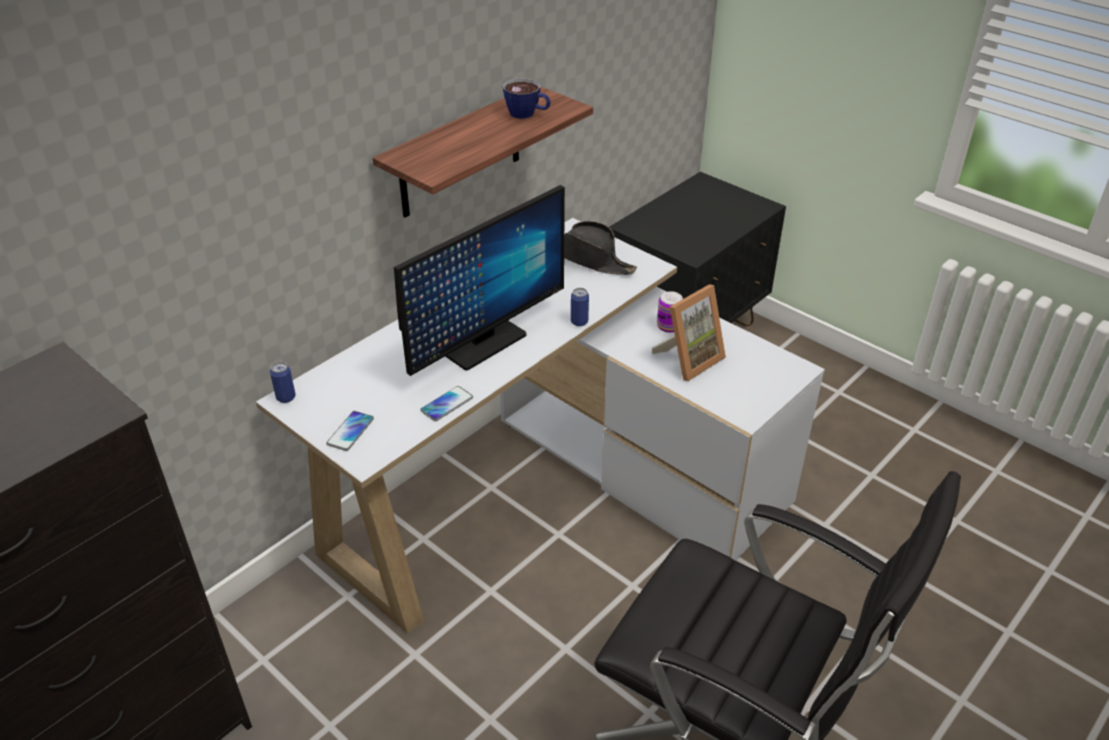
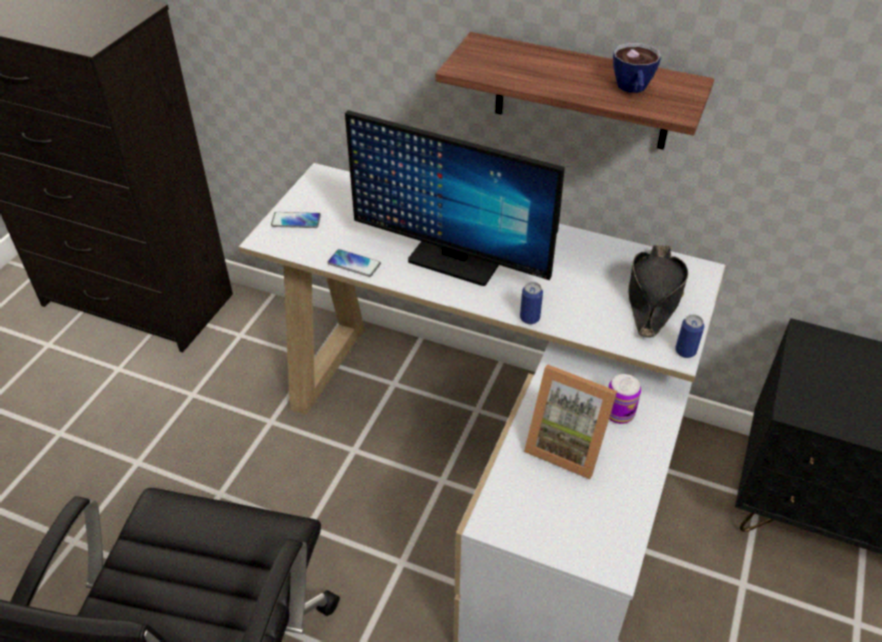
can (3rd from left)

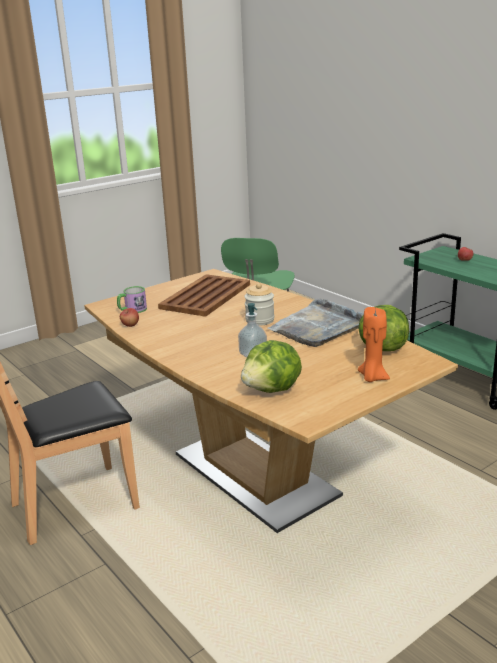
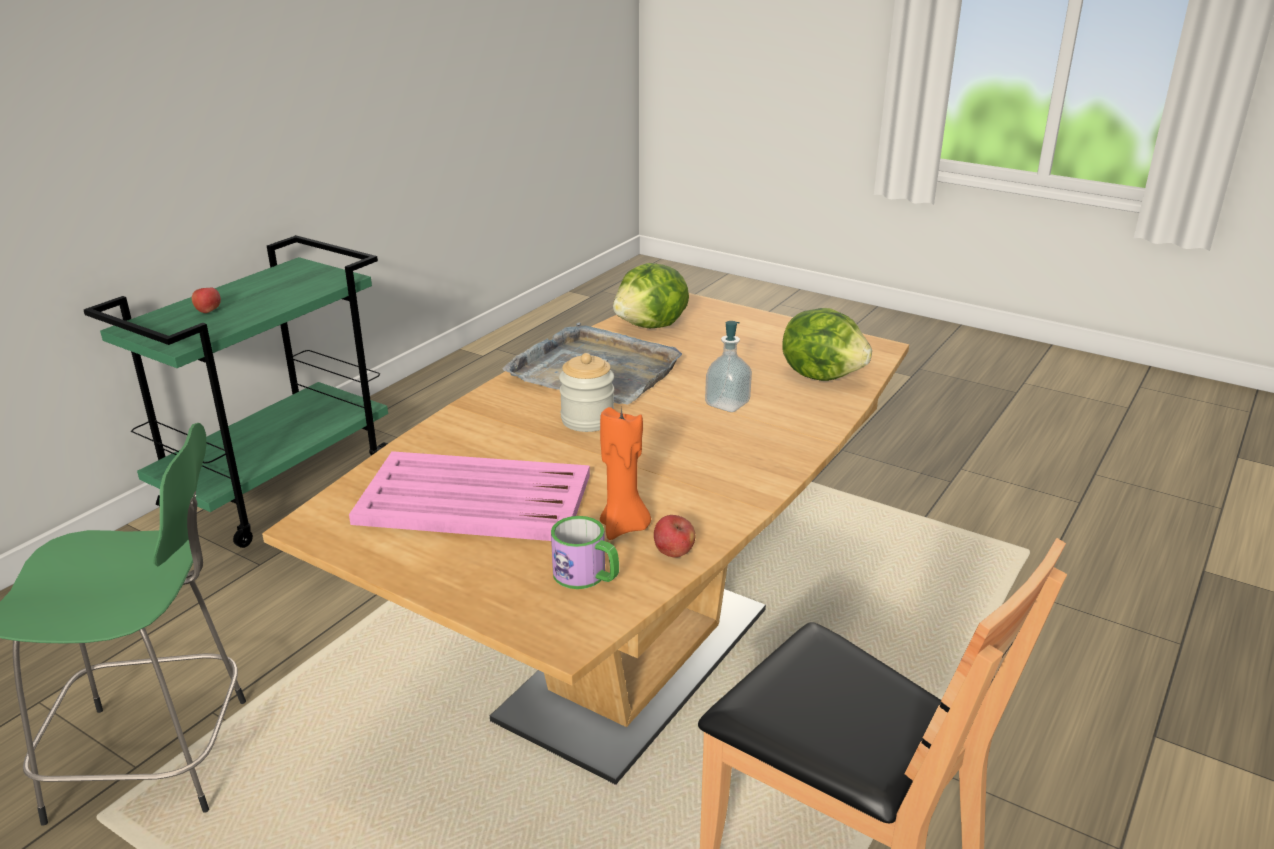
carrying tray/pink
wax candle/orangey

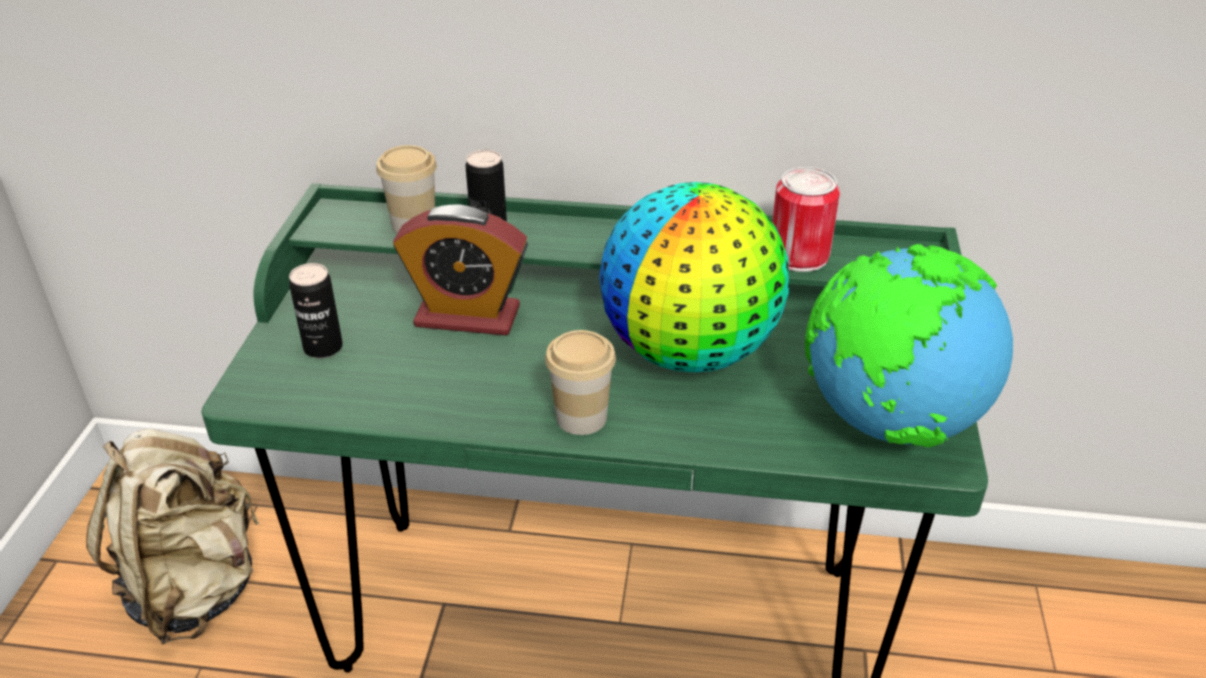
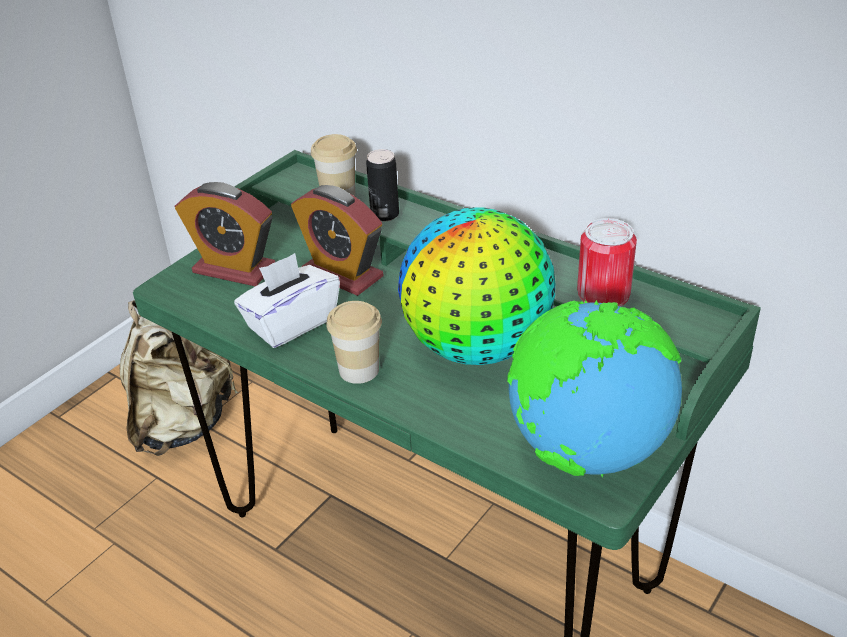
bedside clock (1st from left)
box of tissues/white

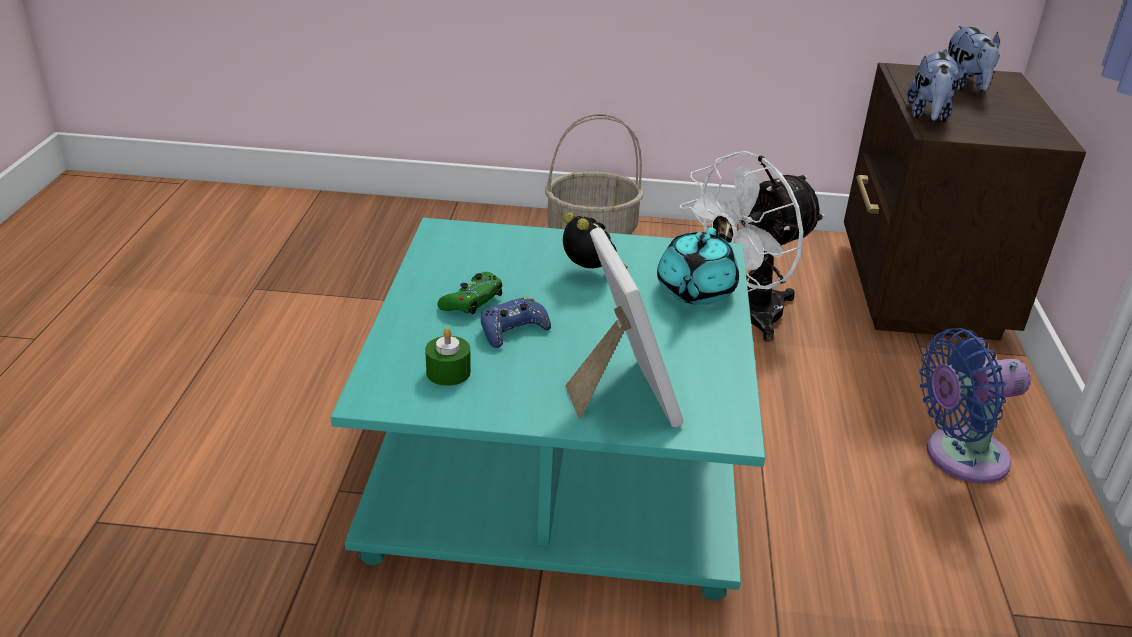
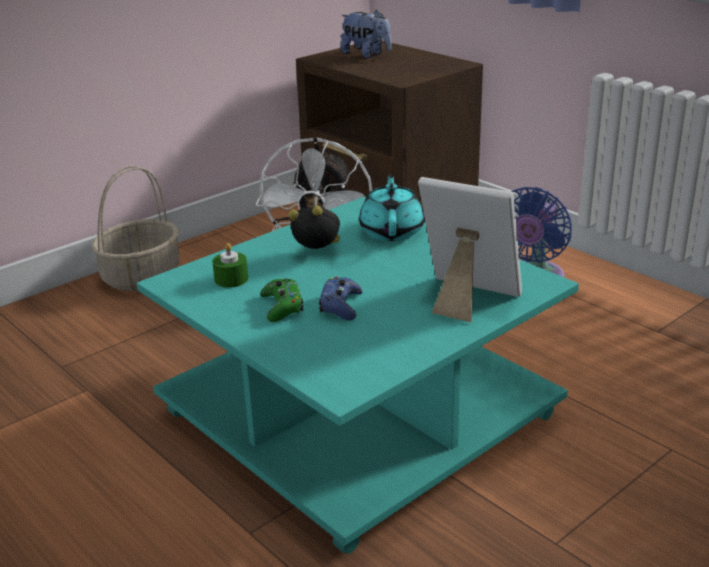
wax candle/green-coloured
tea pot/turquoise-coloured
cuddly toy (1st from left in the first image)

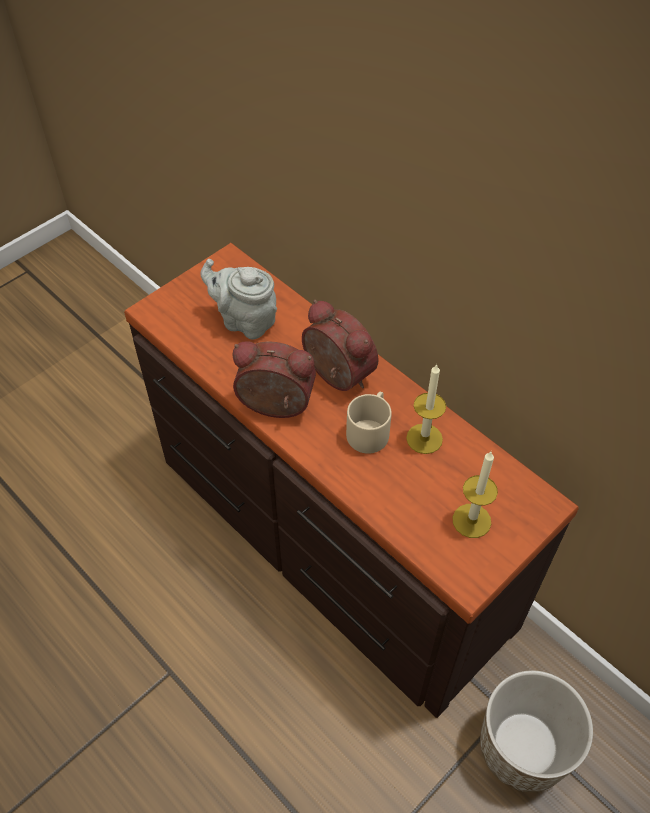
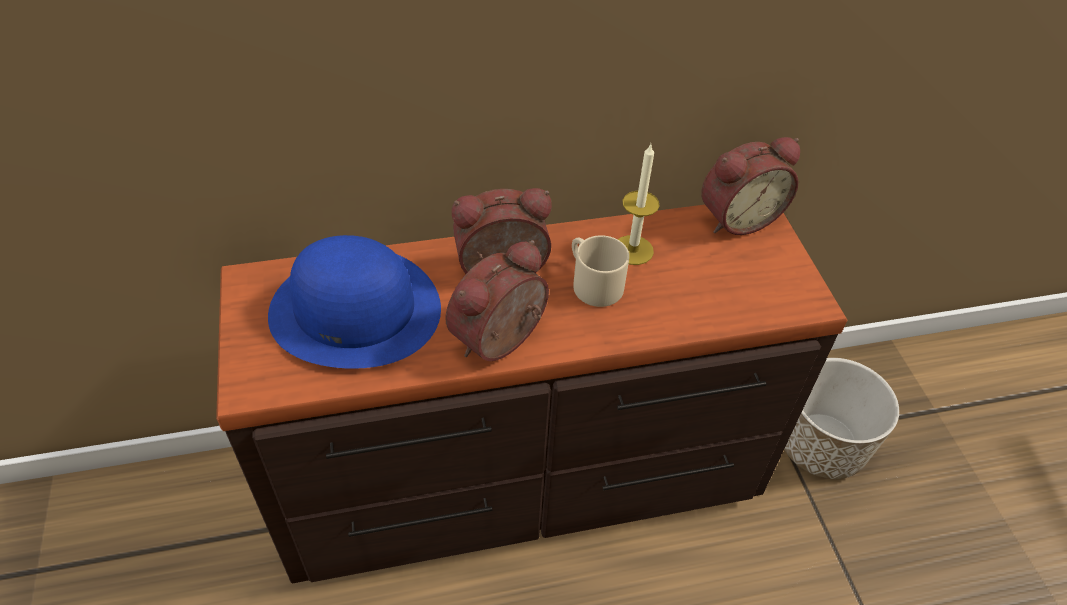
wearable hat/blue
wax candle (2nd from left in the first image)
bedside clock (3rd from left)

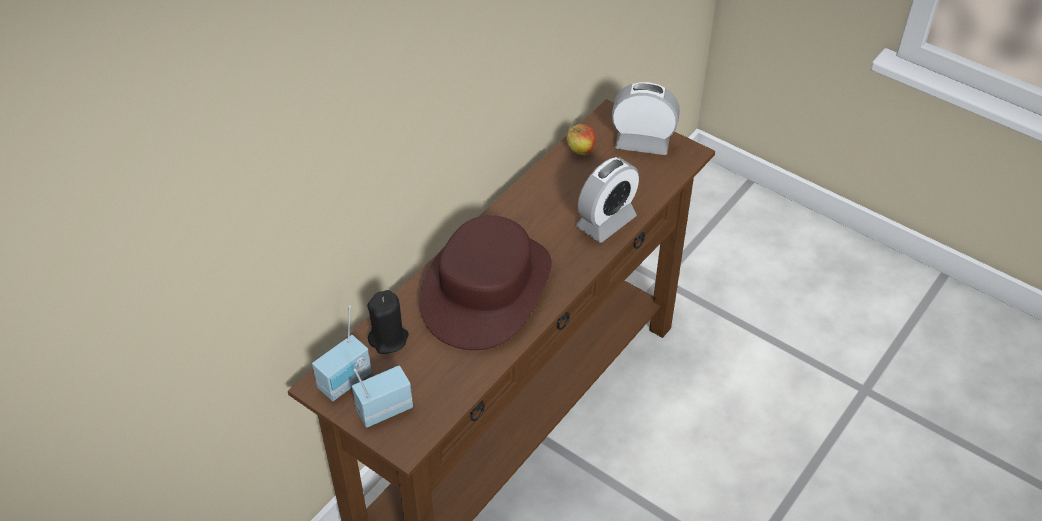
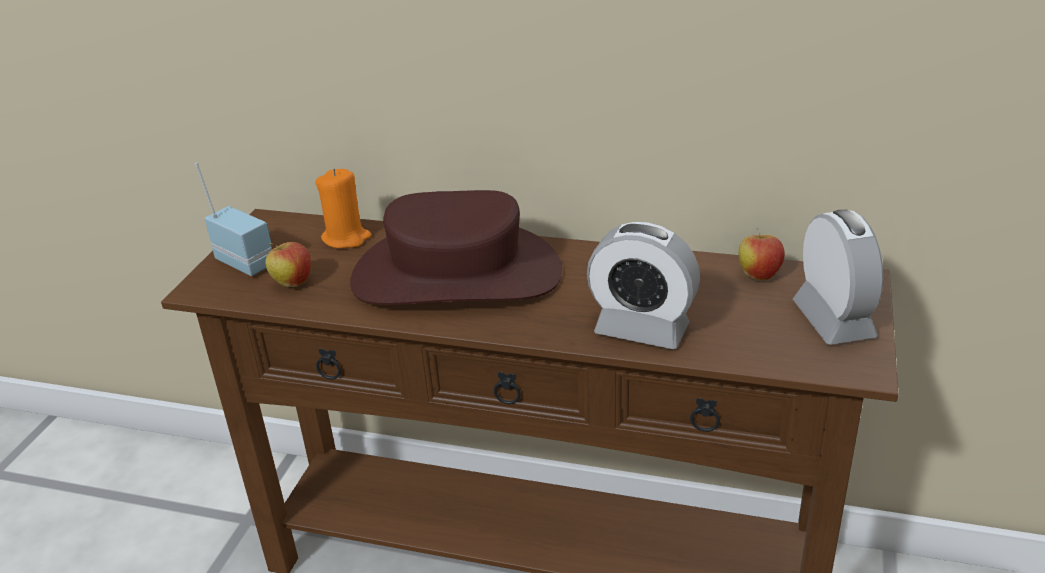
radio receiver (1st from left in the first image)
wax candle/orangey
whole apple (1st from left)

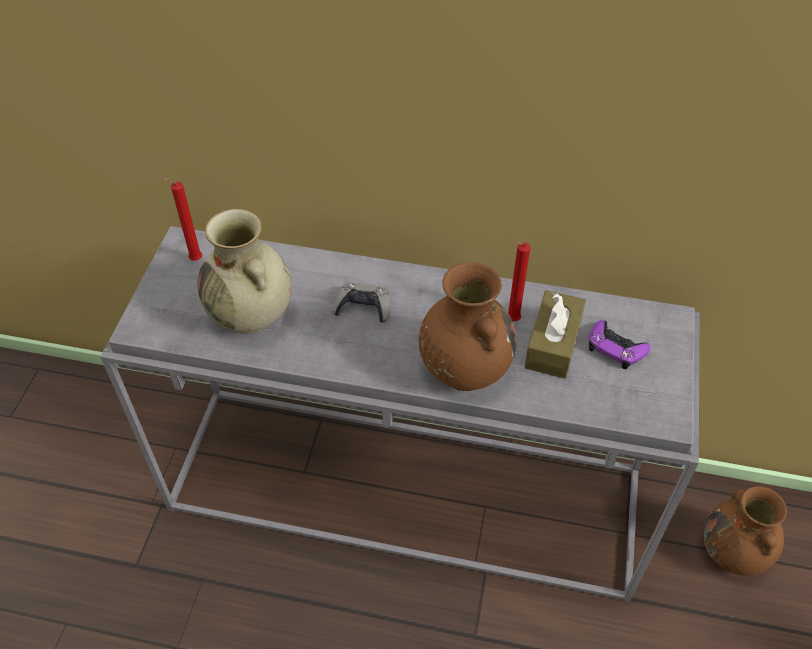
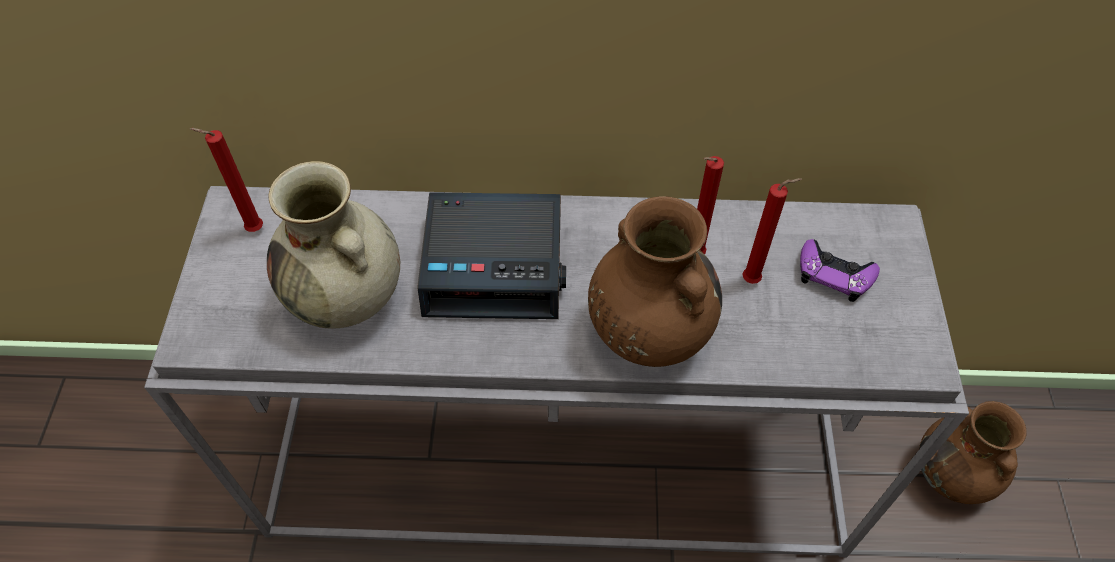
bedside clock
wax candle/red-coloured (3rd from left)

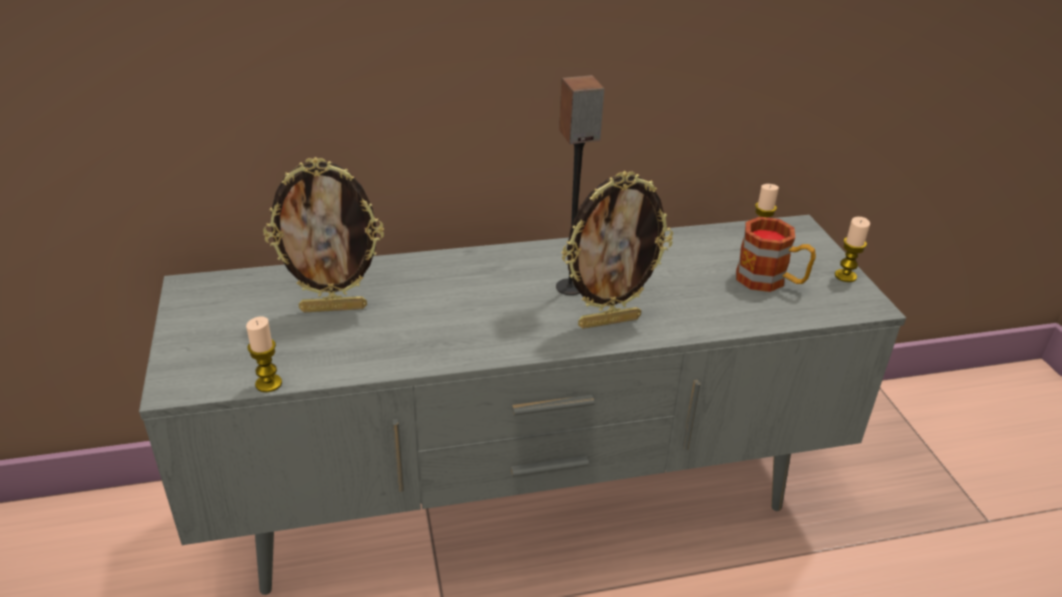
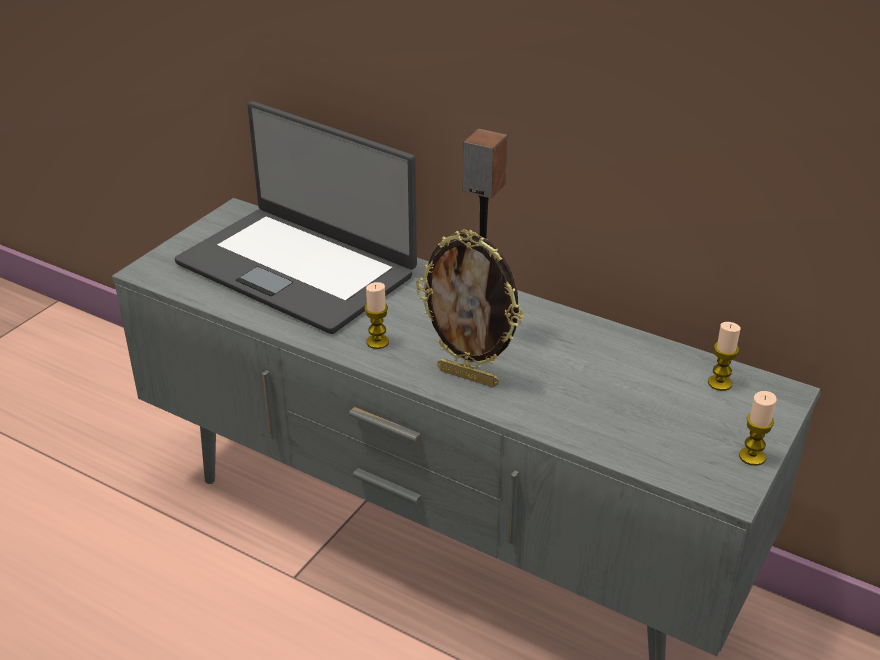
wax candle (1st from left)
notebook computer
tea mug

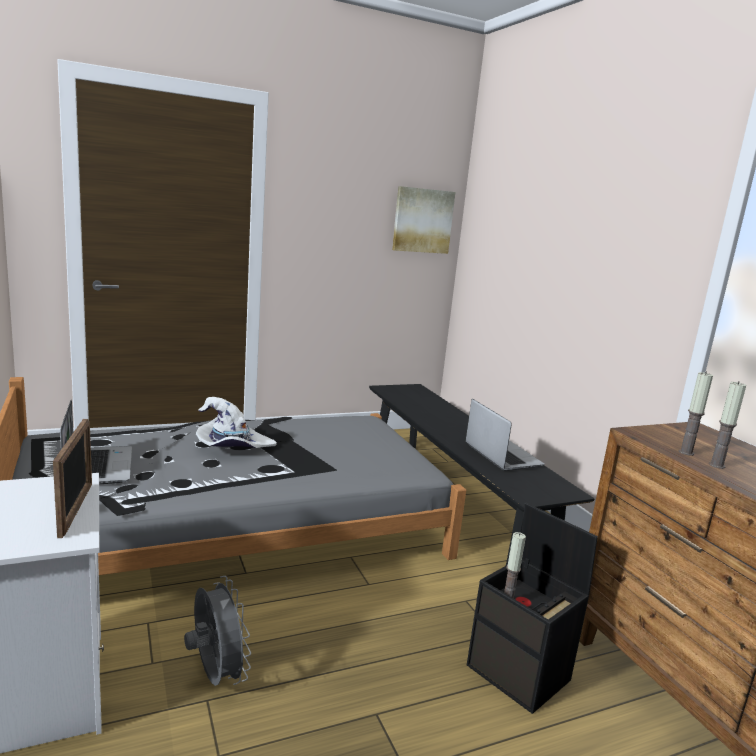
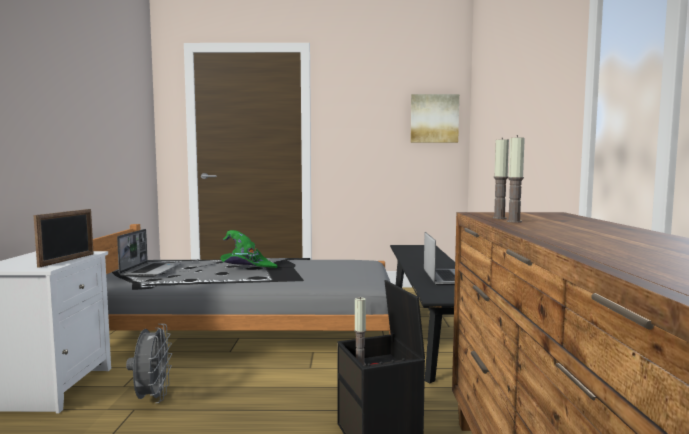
wearable hat/green-coloured

